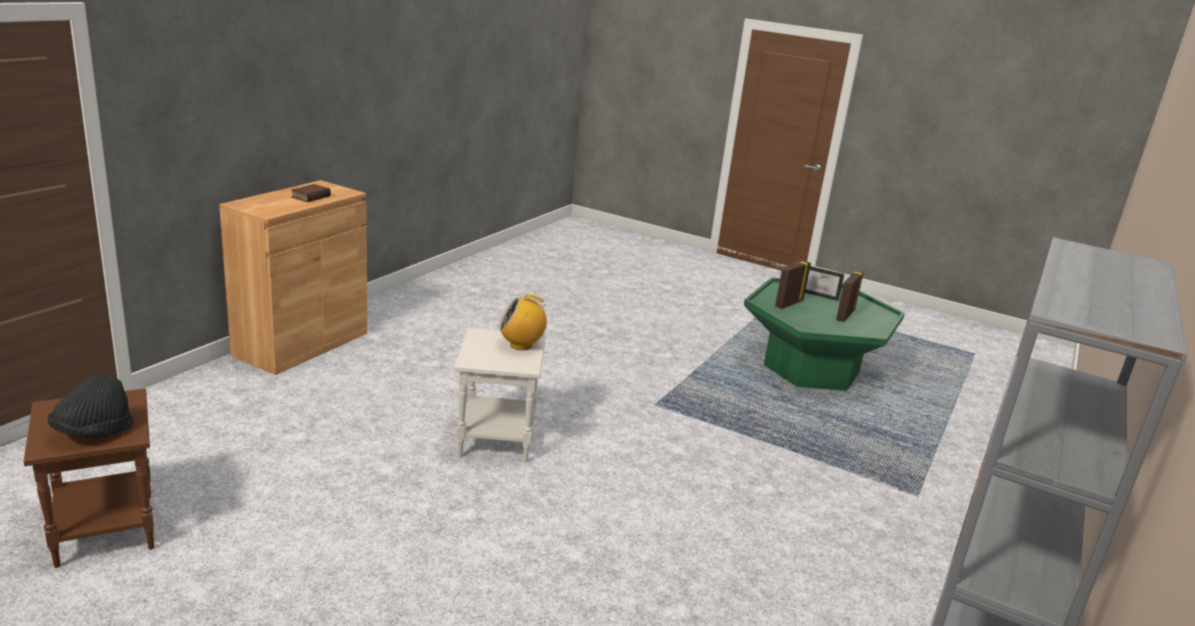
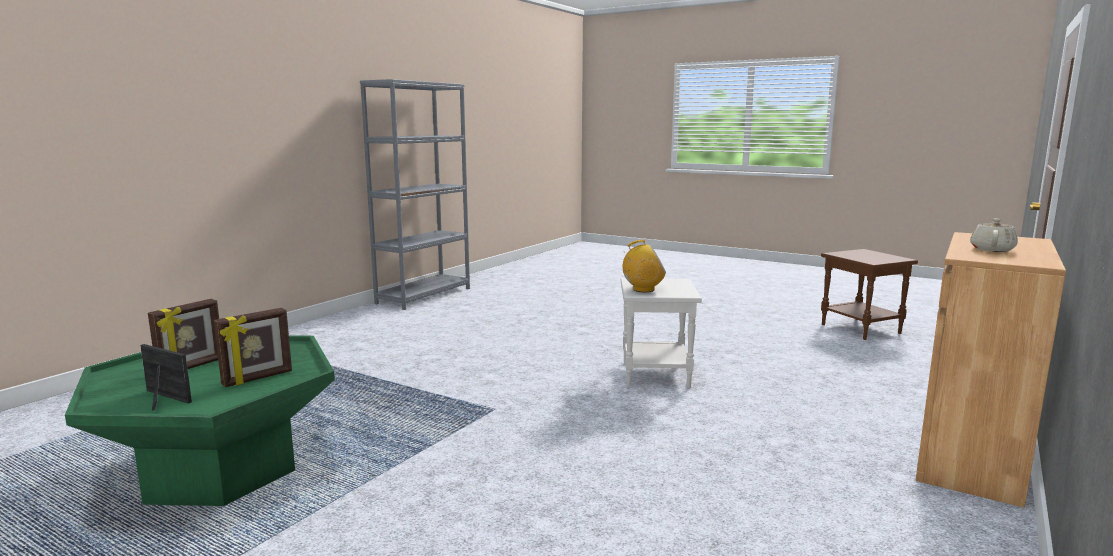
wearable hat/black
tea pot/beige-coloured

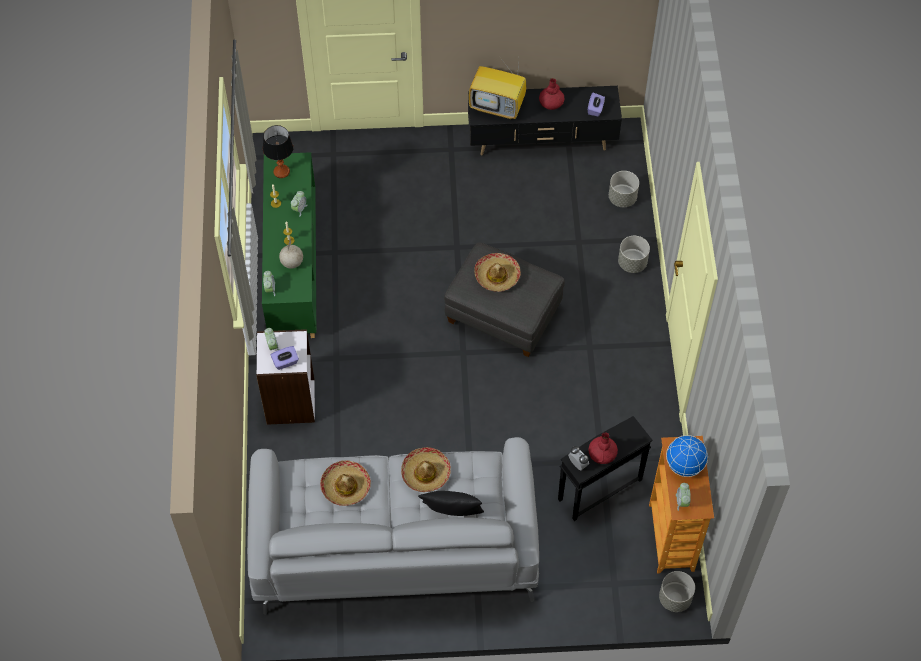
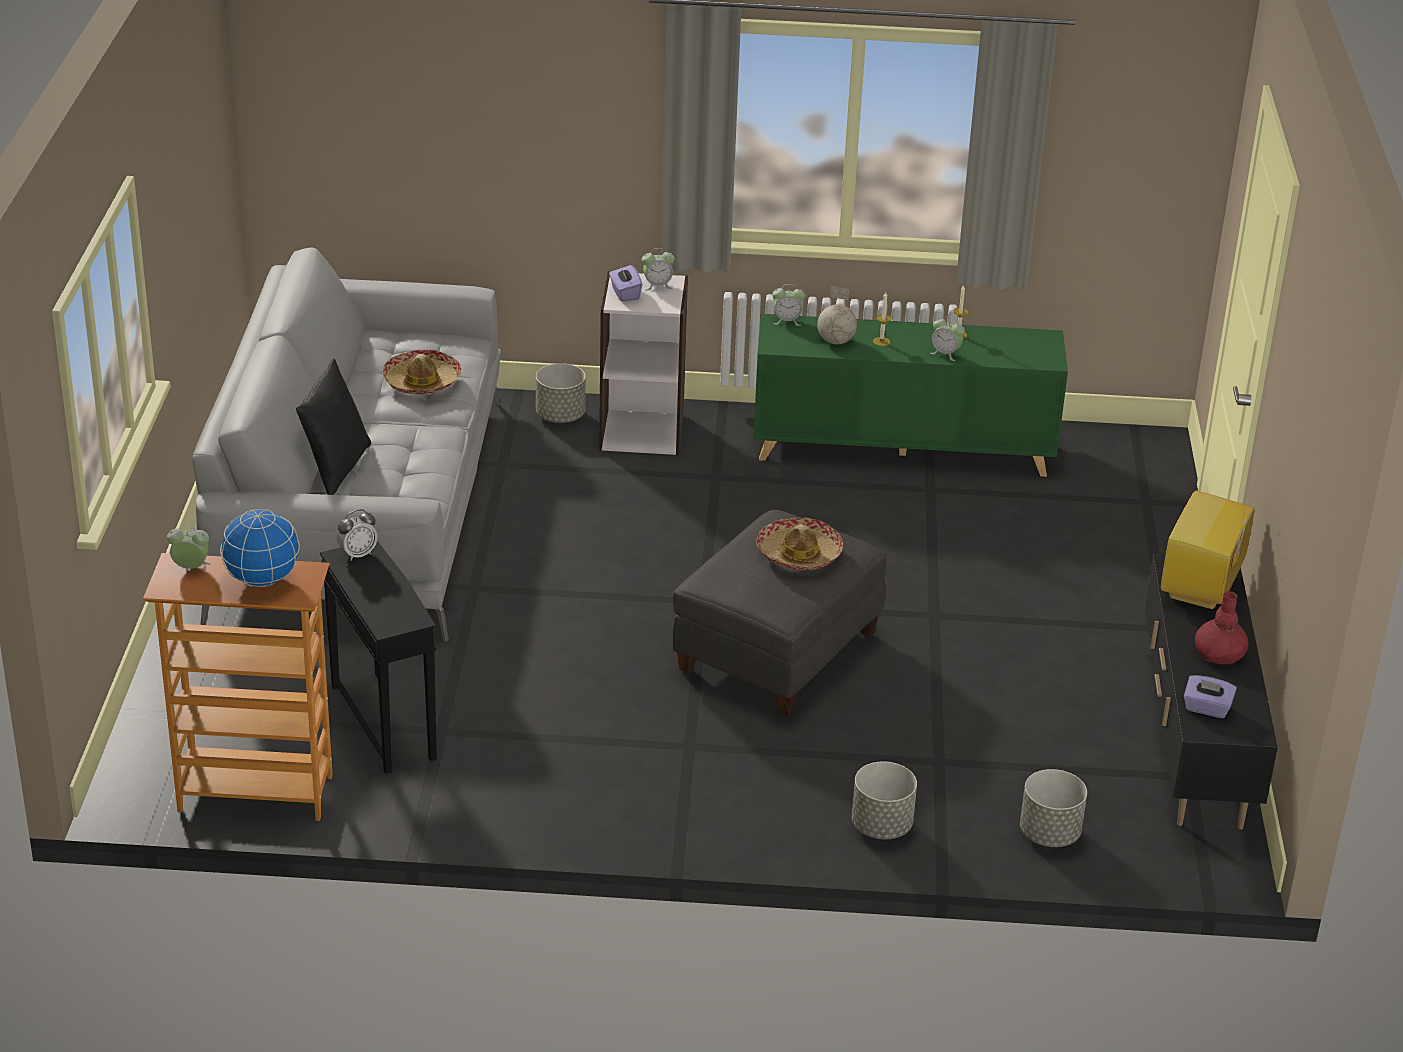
tabletop lamp
wearable hat (2nd from left in the first image)
flower vase/red-coloured (2nd from left in the first image)
flower pot/greyish (1st from left)

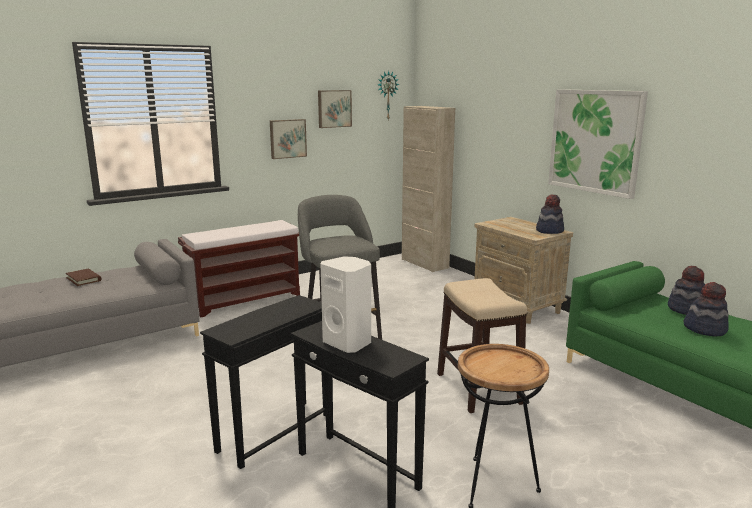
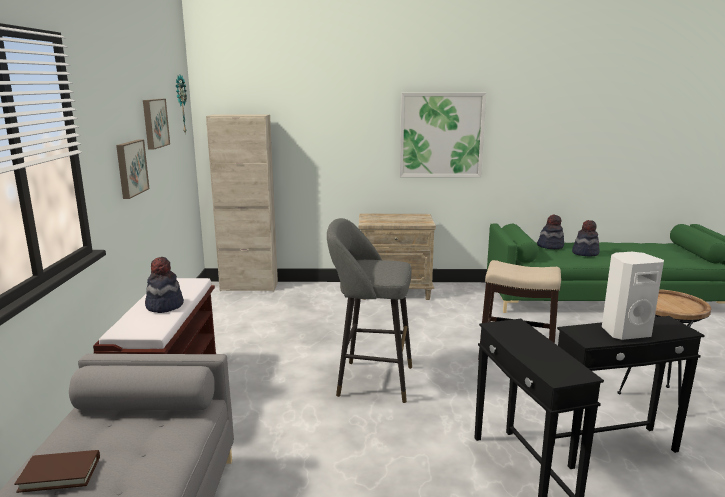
wearable hat (1st from left)

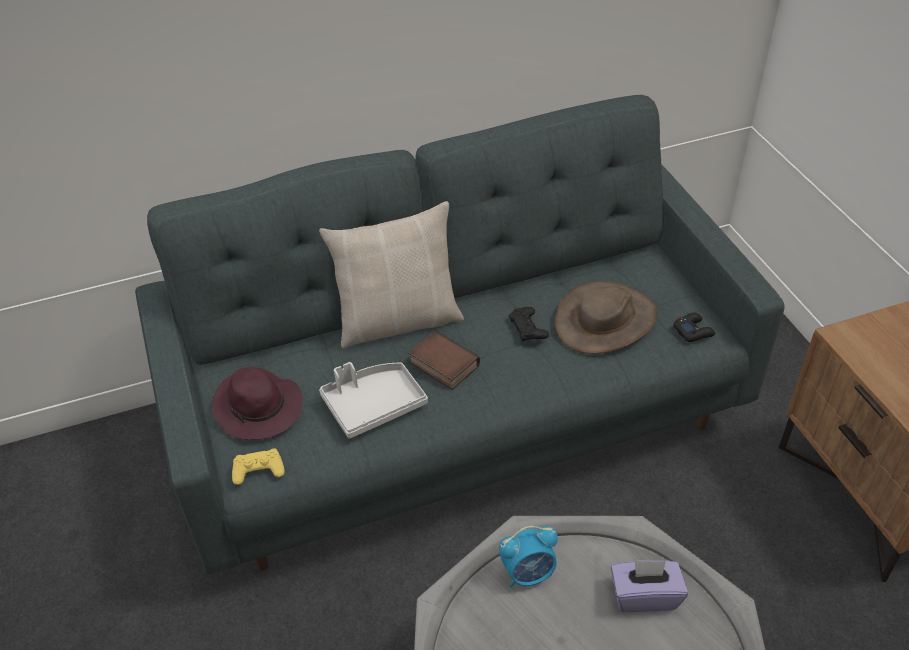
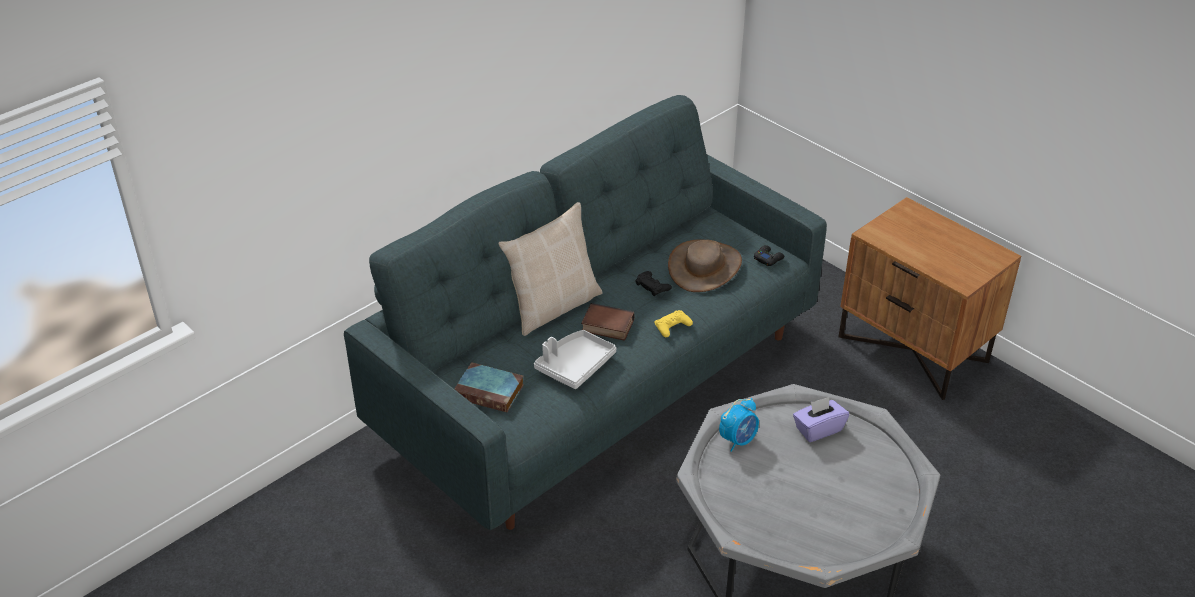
bound book (1st from left)
gamepad/yellow

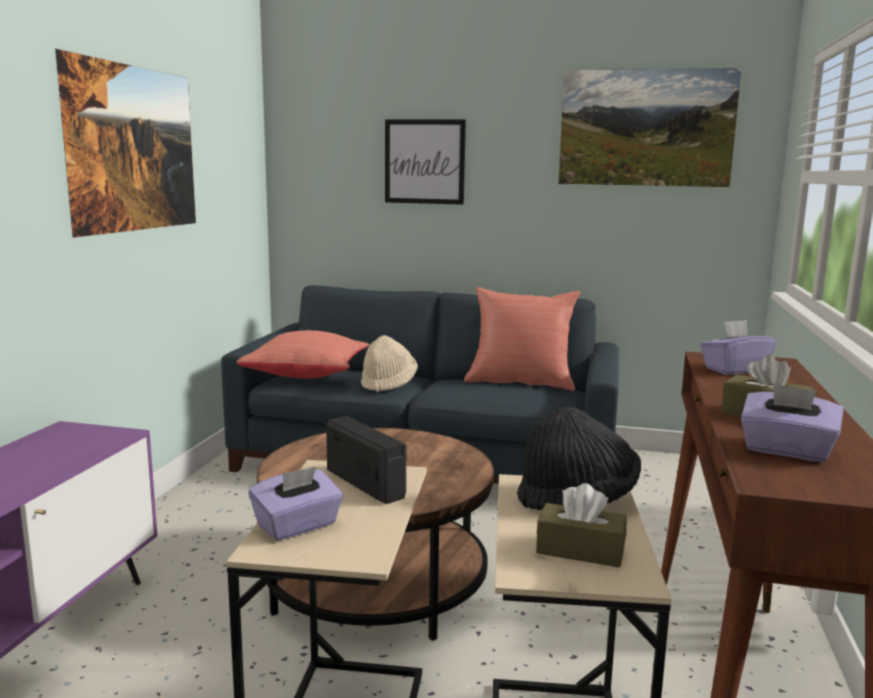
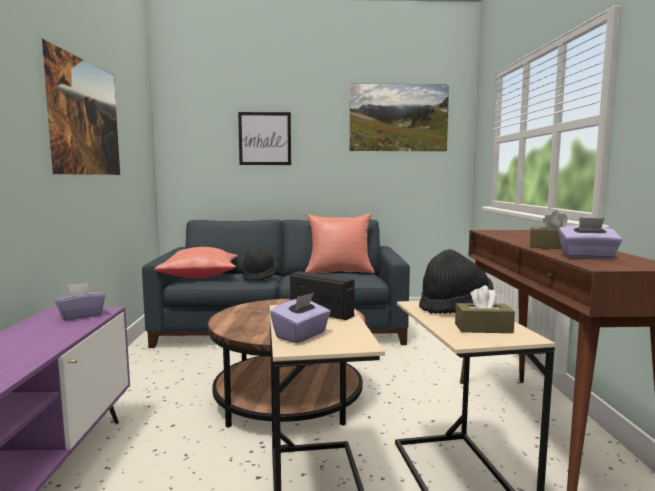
wearable hat/black (1st from left)
box of tissues/purplish (1st from left)

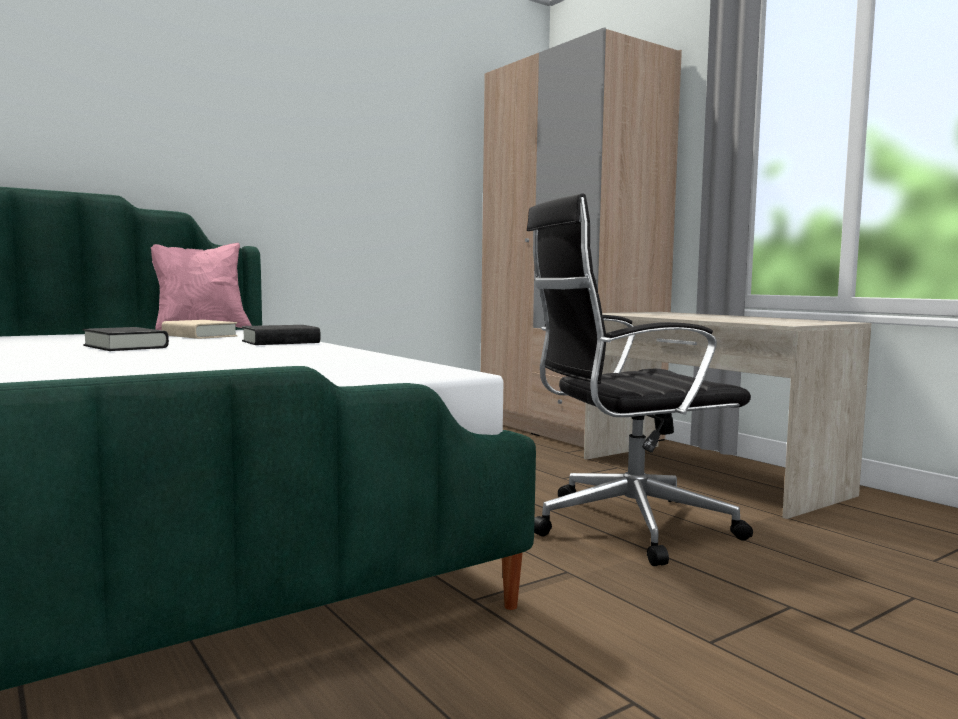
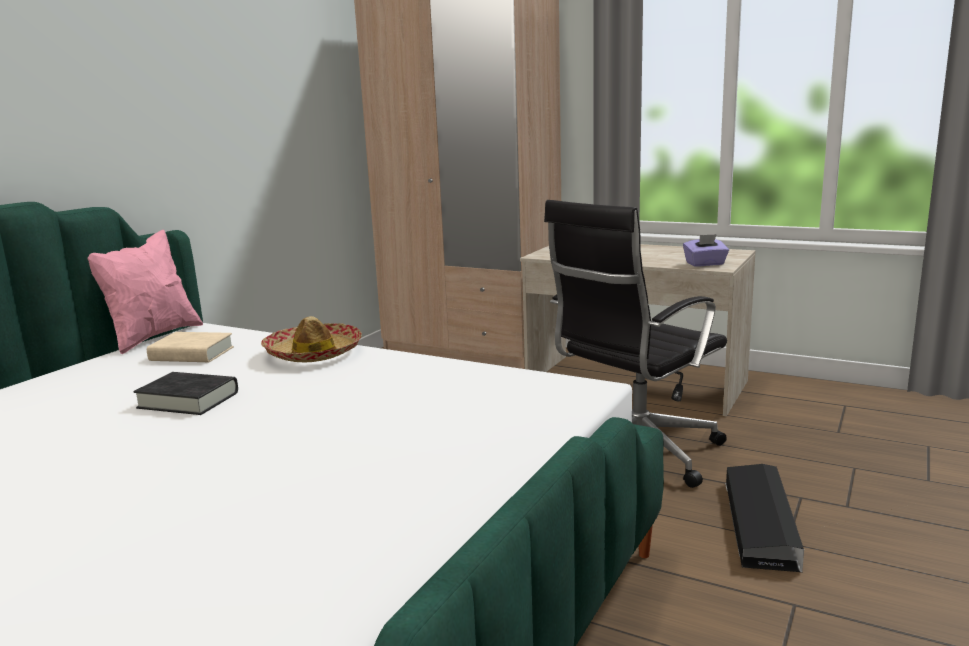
wearable hat
box of tissues/purplish
storage container/black

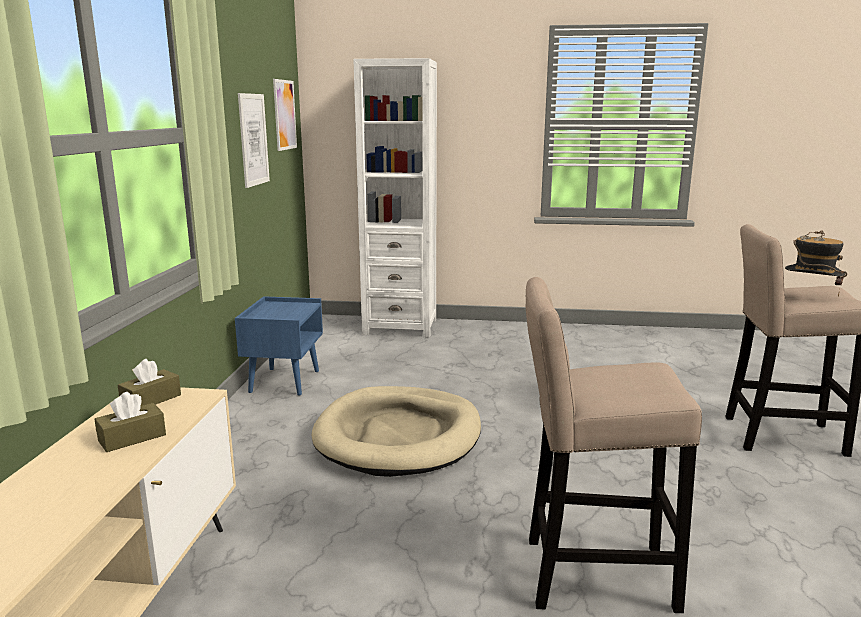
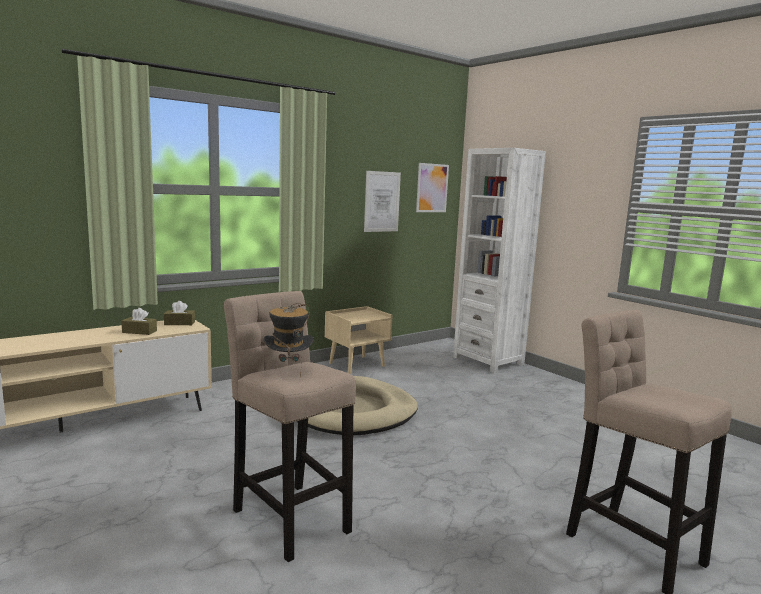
nightstand/beige-coloured
wearable hat

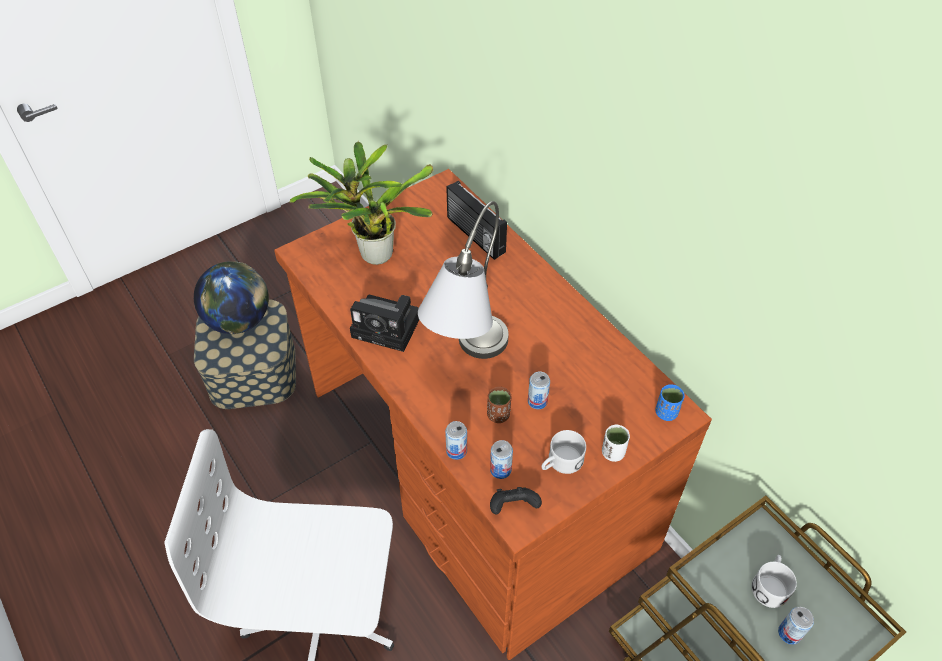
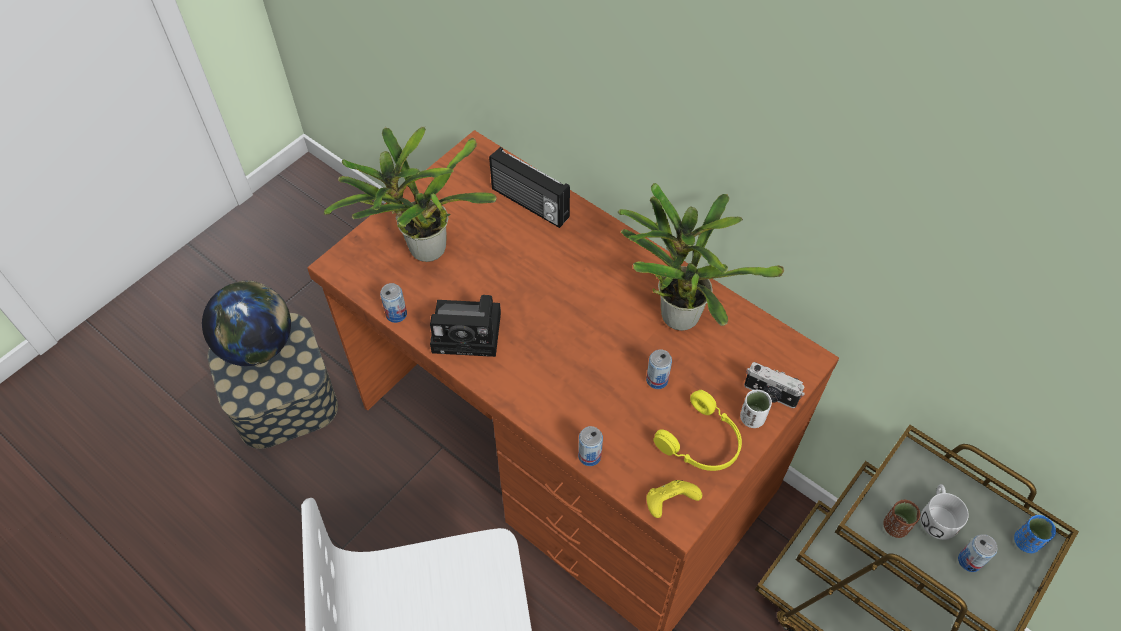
tabletop lamp/greyish
small cup/brown-coloured
can (1st from left)
gamepad/yellow
headset/yellow
small cup/blue
houseplant (2nd from left)
photo camera (2nd from left)

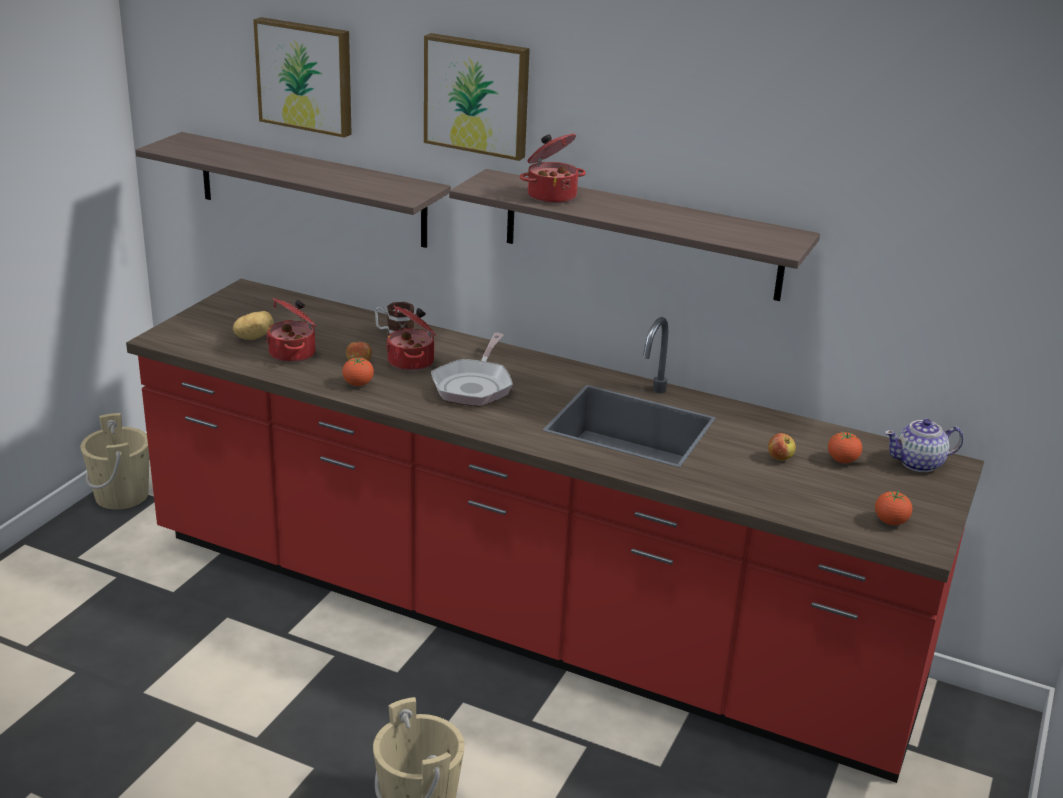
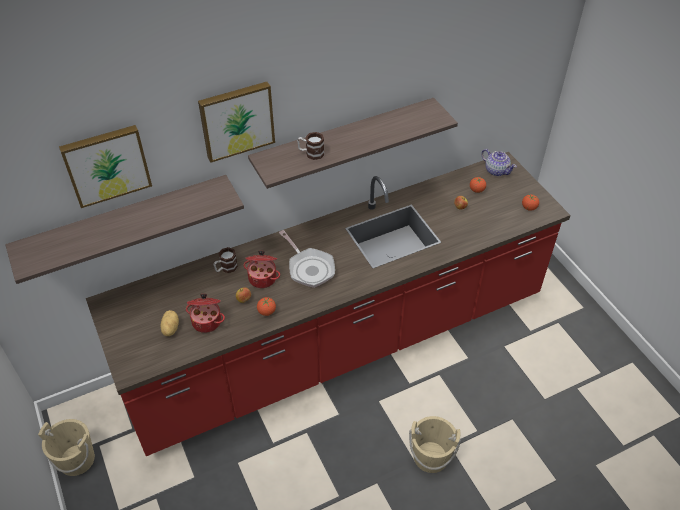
tea mug (2nd from left)
tea pot

